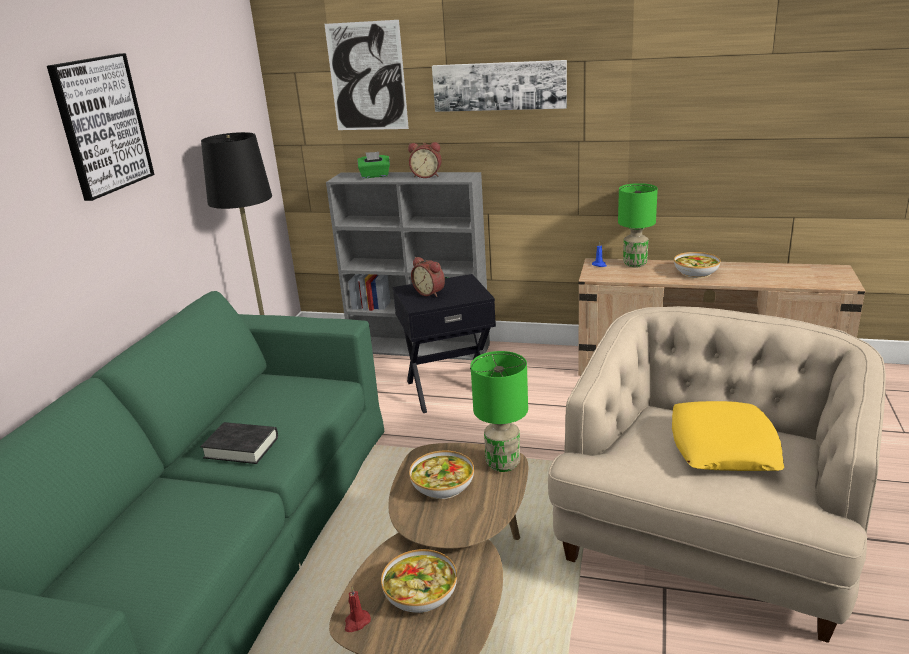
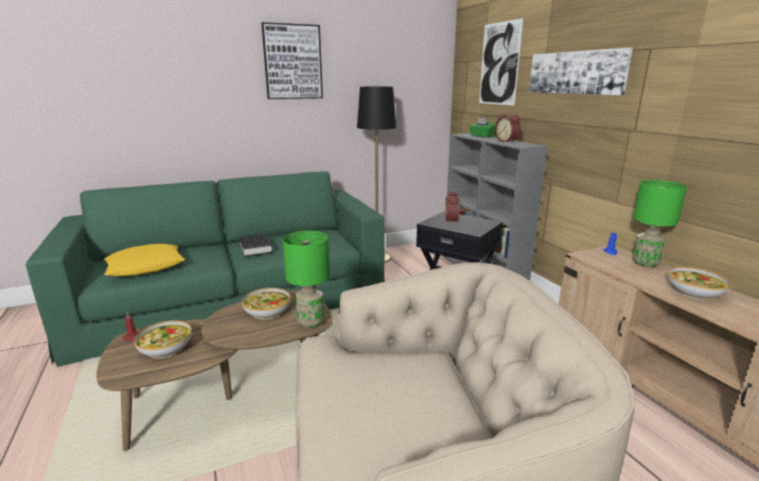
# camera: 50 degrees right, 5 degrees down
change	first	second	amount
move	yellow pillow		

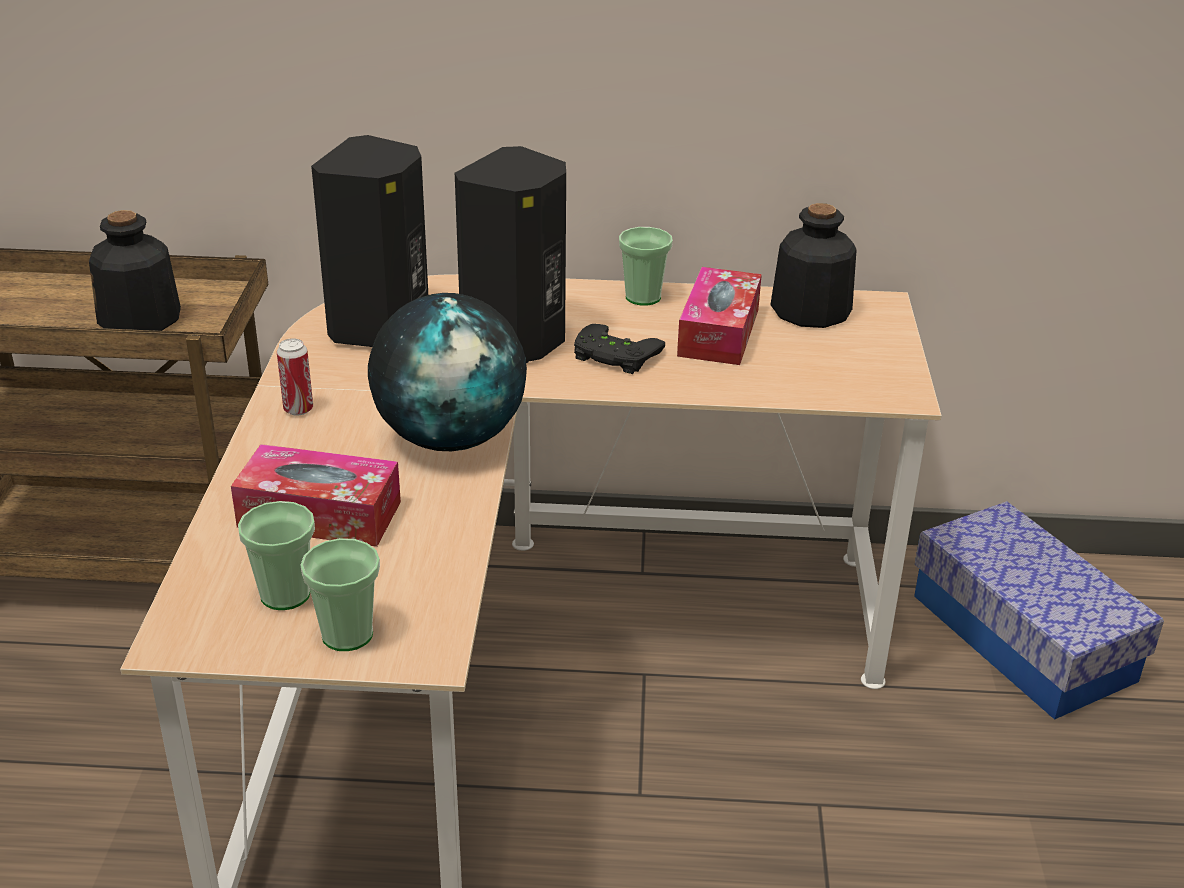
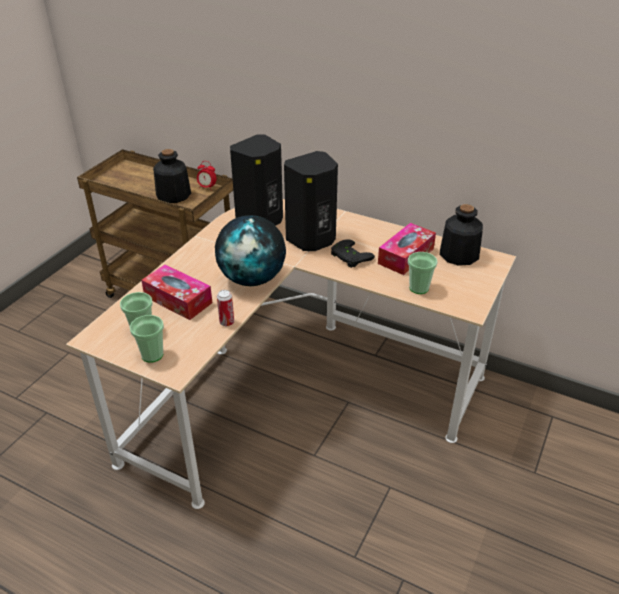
# camera: 25 degrees right, 5 degrees up
change	first	second	amount
move	can		
move	cup (3rd from left)		
delete	storage box		
insert		alarm clock	

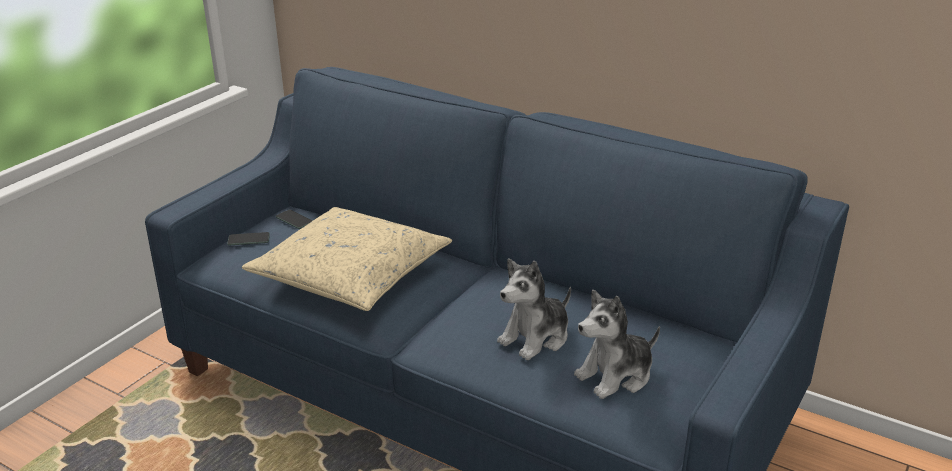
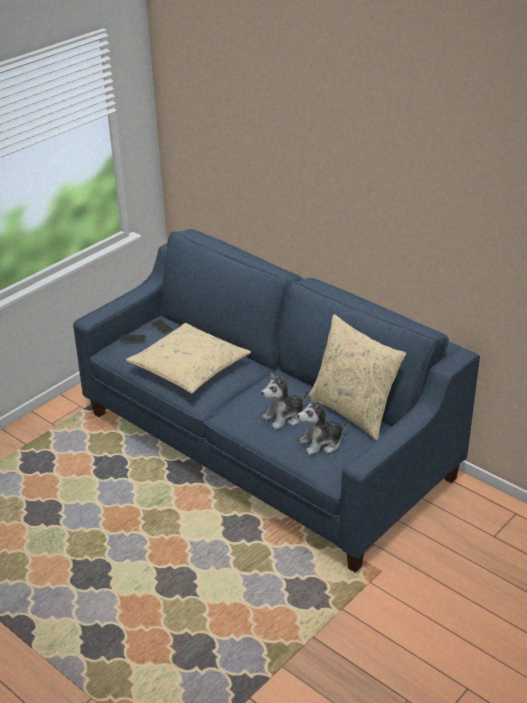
# camera: 10 degrees right, 5 degrees up
change	first	second	amount
insert		beige pillow (2nd from left)	

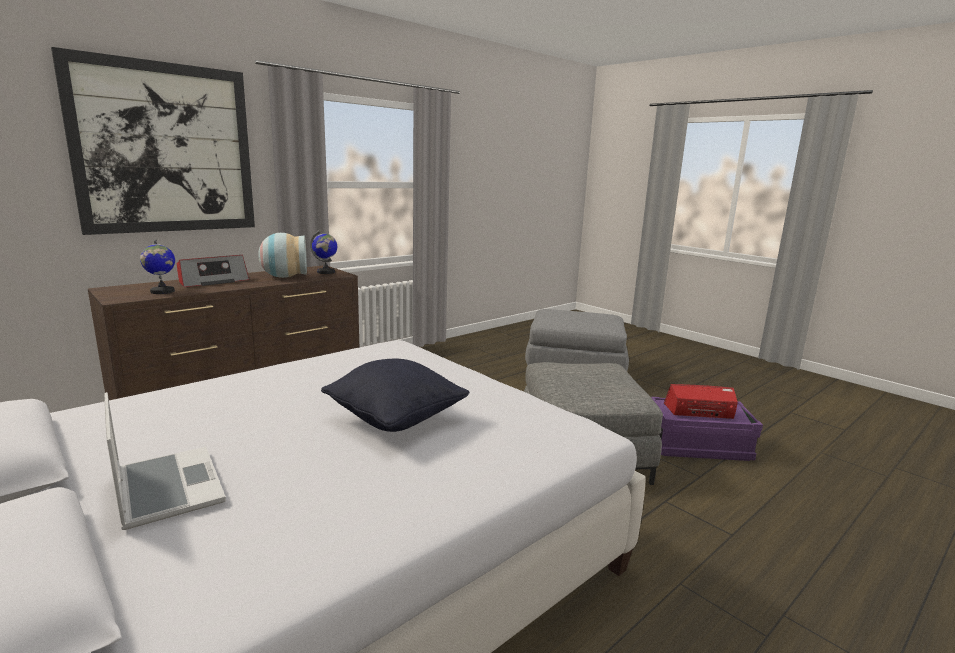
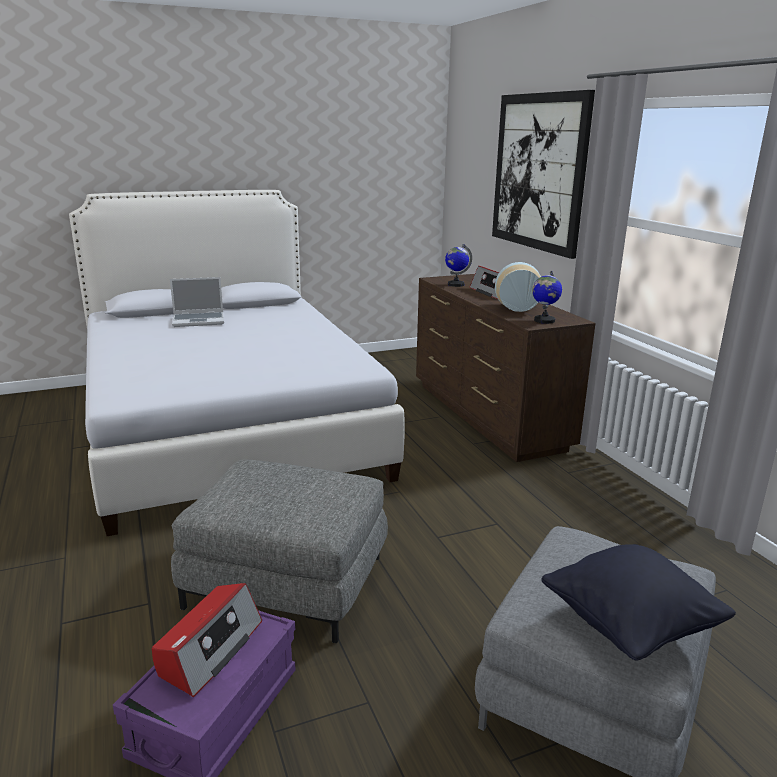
# camera: 110 degrees right, 5 degrees up
change	first	second	amount
move	black pillow		

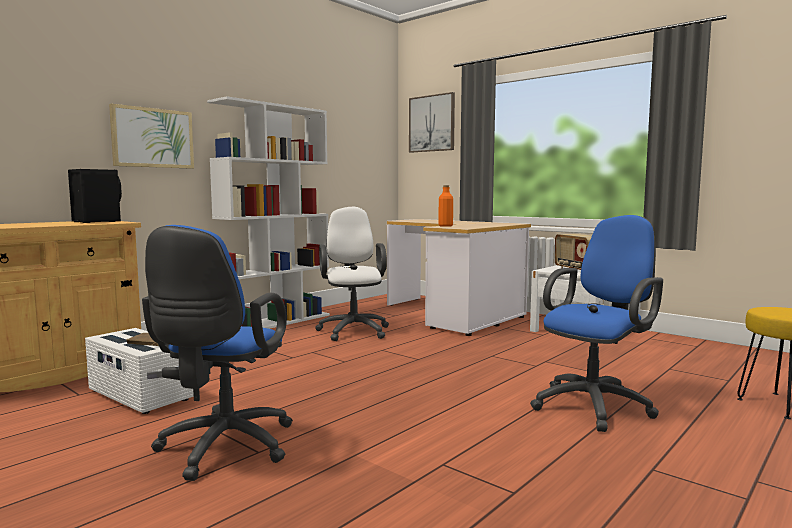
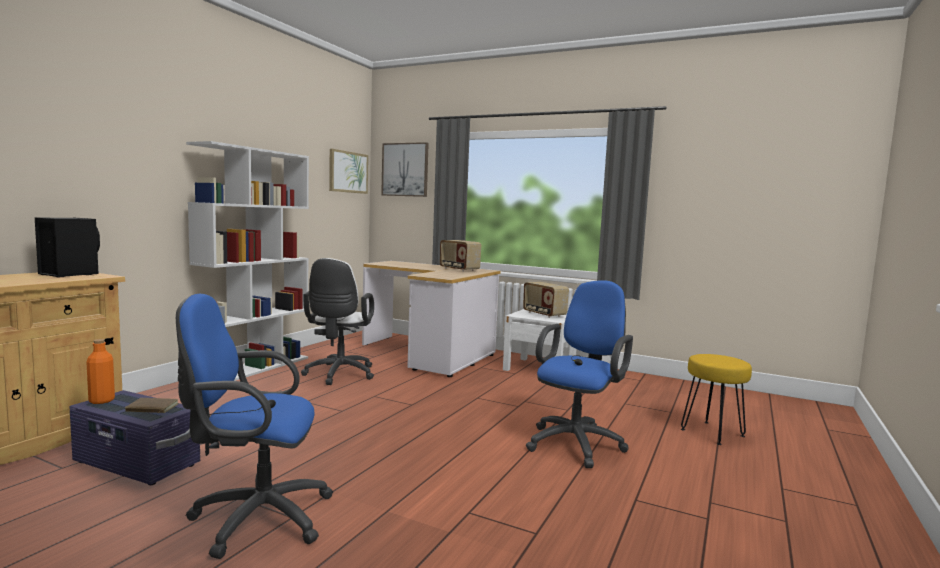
# camera: 15 degrees left, 0 degrees up
change	first	second	amount
recolor	white storage box	purple storage box	
move	picture (1st from left)		
rotate	blue office chair (1st from left)		90 degrees clockwise
rotate	white office chair		150 degrees counterclockwise
move	orange bottle		
insert		radio (1st from left)	

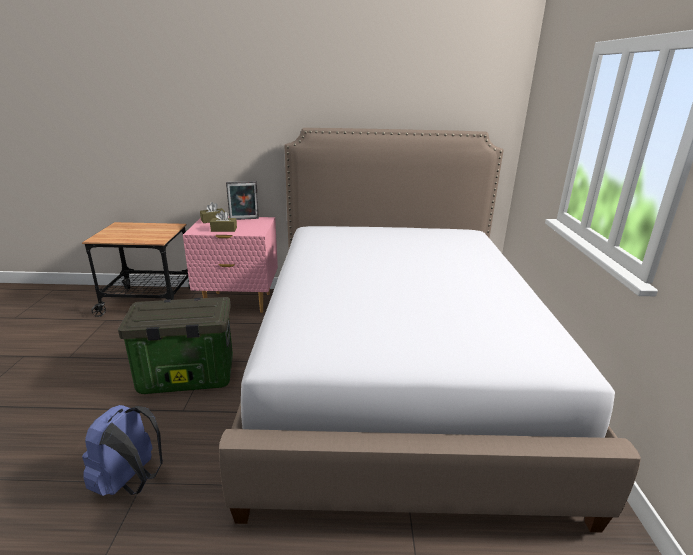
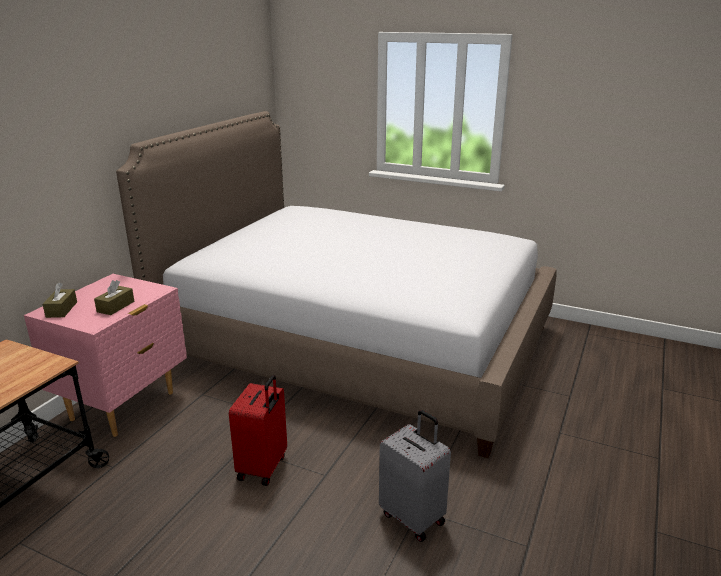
# camera: 65 degrees left, 0 degrees up
change	first	second	amount
replace	blue backpack	grey suitcase	
replace	storage box	red suitcase	
delete	picture frame		

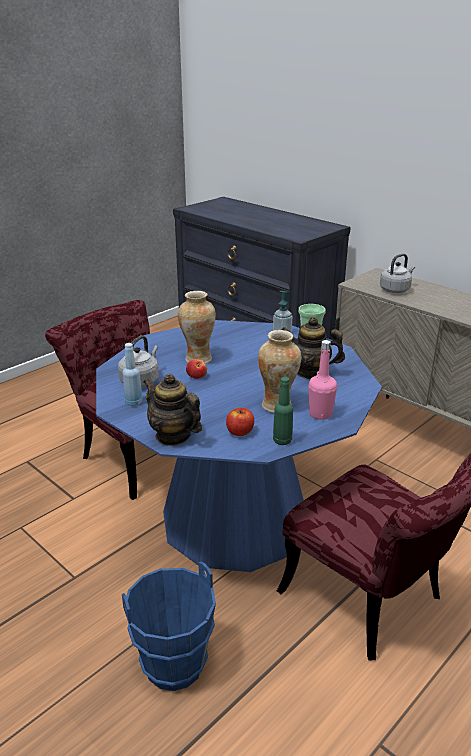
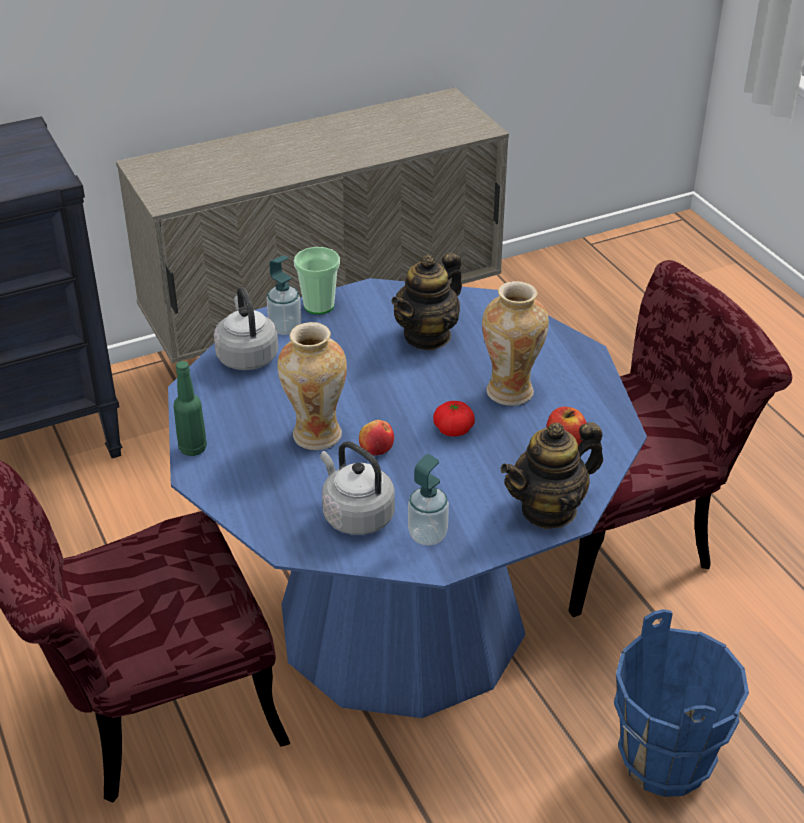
# camera: 70 degrees left, 10 degrees up
change	first	second	amount
replace	blue bottle	soap dispenser (2nd from left)	
move	green bottle		
delete	pink bottle		
move	grey kettle (2nd from left in the first image)	grey kettle (1st from left)	
insert		tomato	

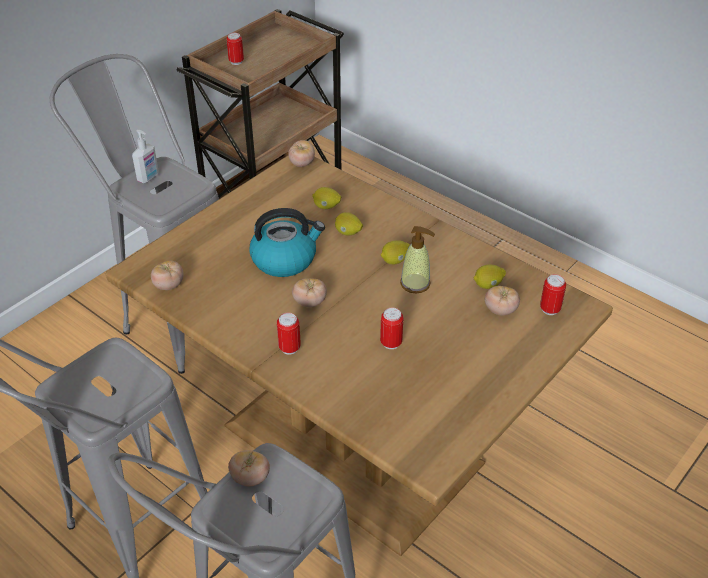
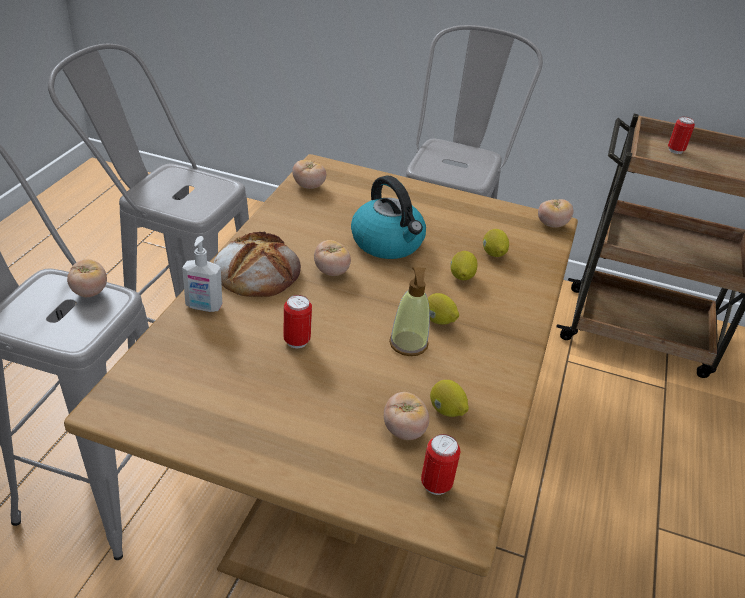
# camera: 65 degrees right, 5 degrees down
change	first	second	amount
move	soap dispenser (1st from left)		
replace	can (2nd from left)	bread	

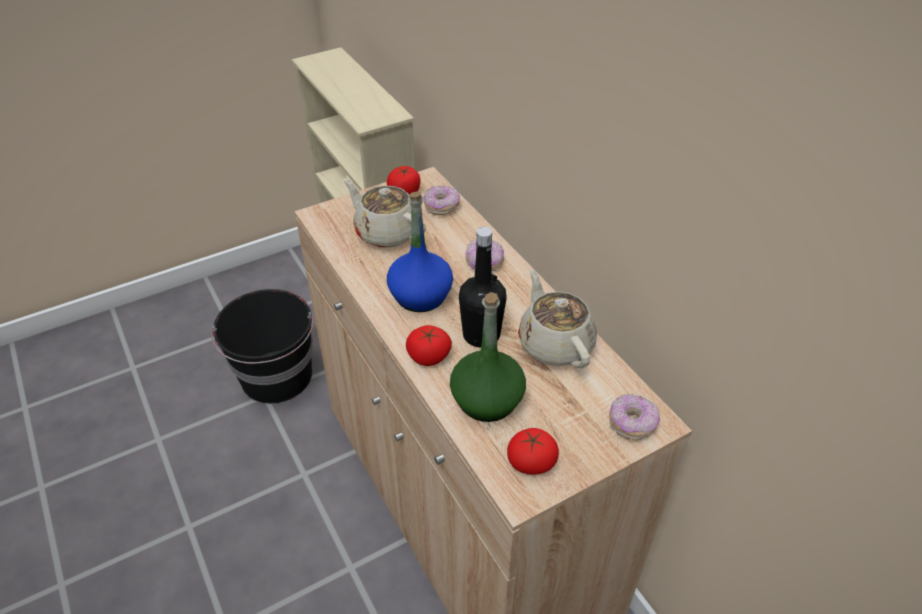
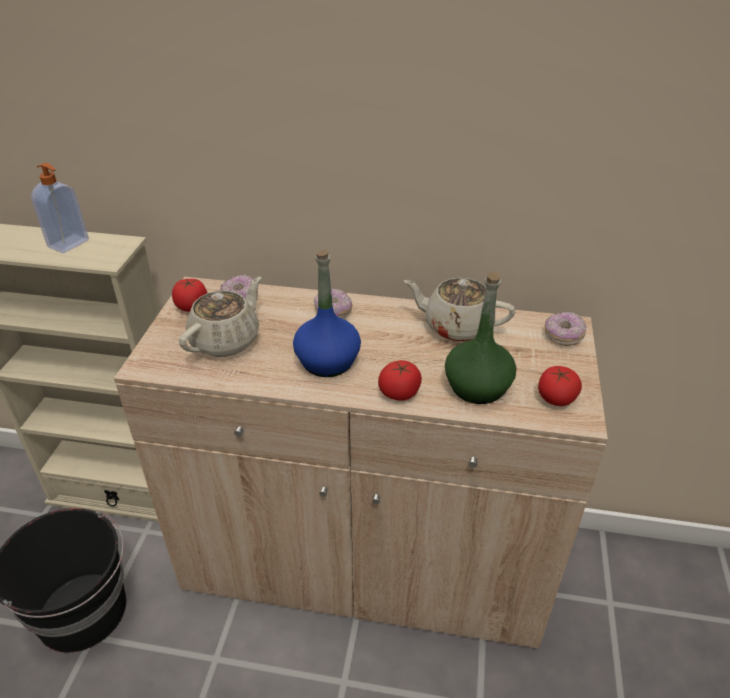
# camera: 50 degrees left, 5 degrees down
change	first	second	amount
rotate	beige teapot (1st from left)		135 degrees clockwise
delete	black bottle		
insert		soap dispenser	

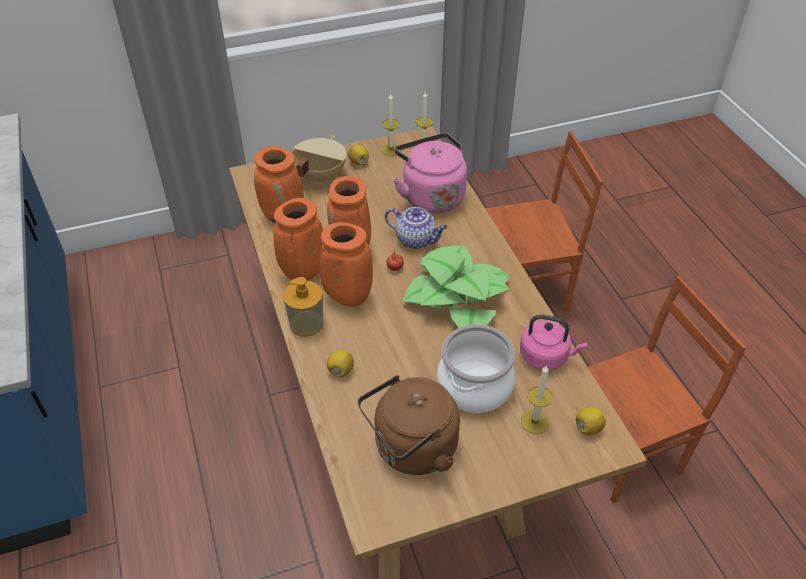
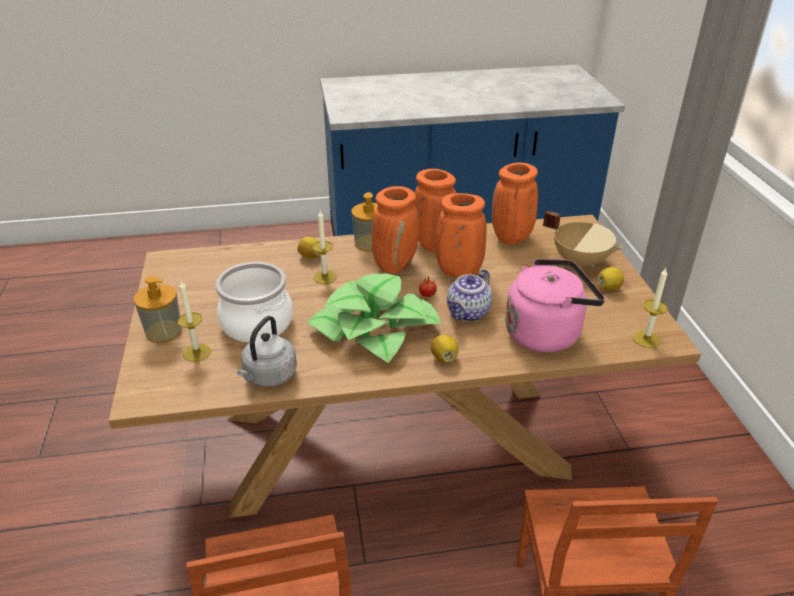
# camera: 100 degrees right, 10 degrees down
change	first	second	amount
delete	brown kettle		
move	candle (1st from left in the first image)	candle (2nd from left)	
recolor	pink kettle (2nd from left)	grey kettle	
move	lemon (3rd from left in the first image)	lemon (2nd from left)	
insert		soap dispenser (1st from left)	

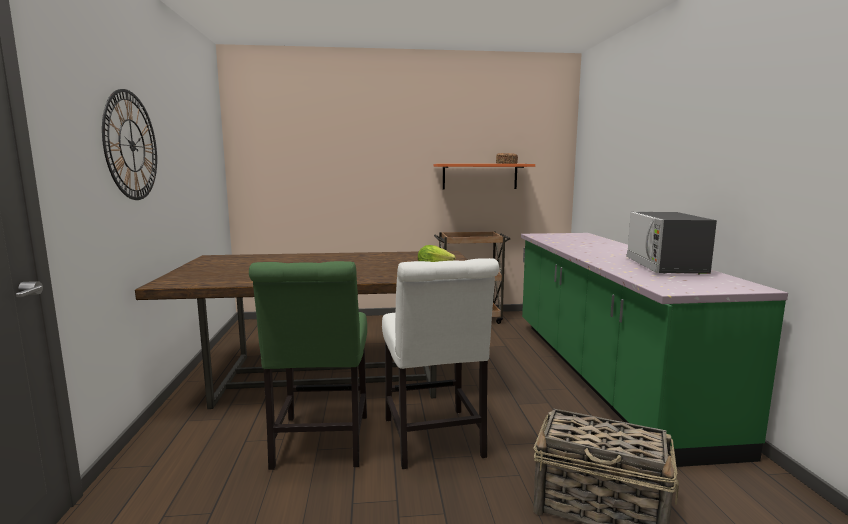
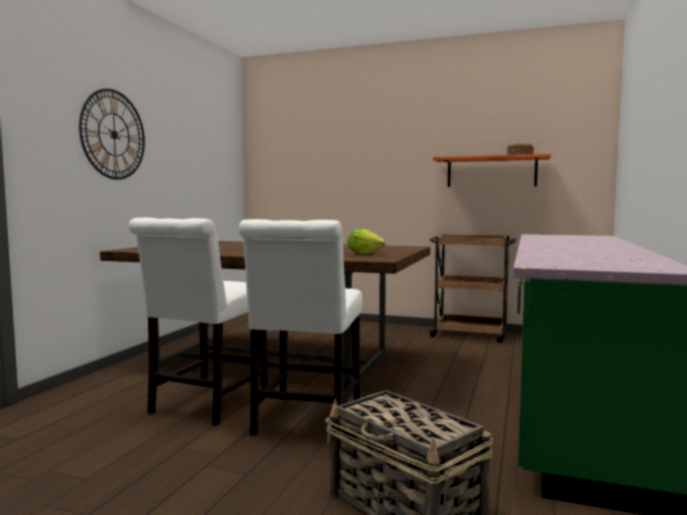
# camera: 25 degrees right, 5 degrees down
change	first	second	amount
recolor	green chair	white chair (1st from left)	
delete	microwave		

